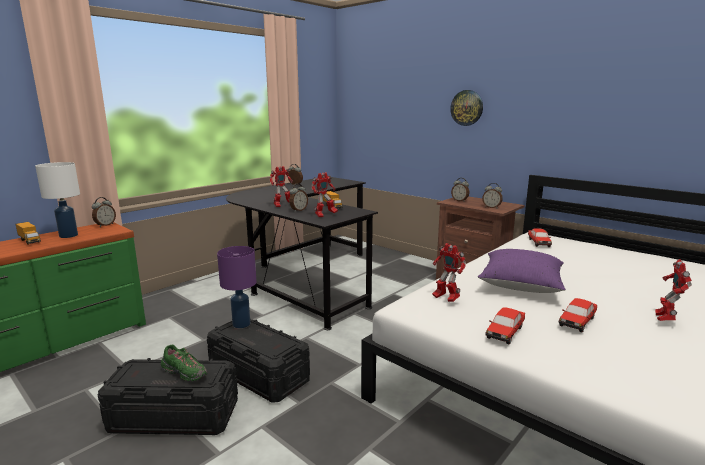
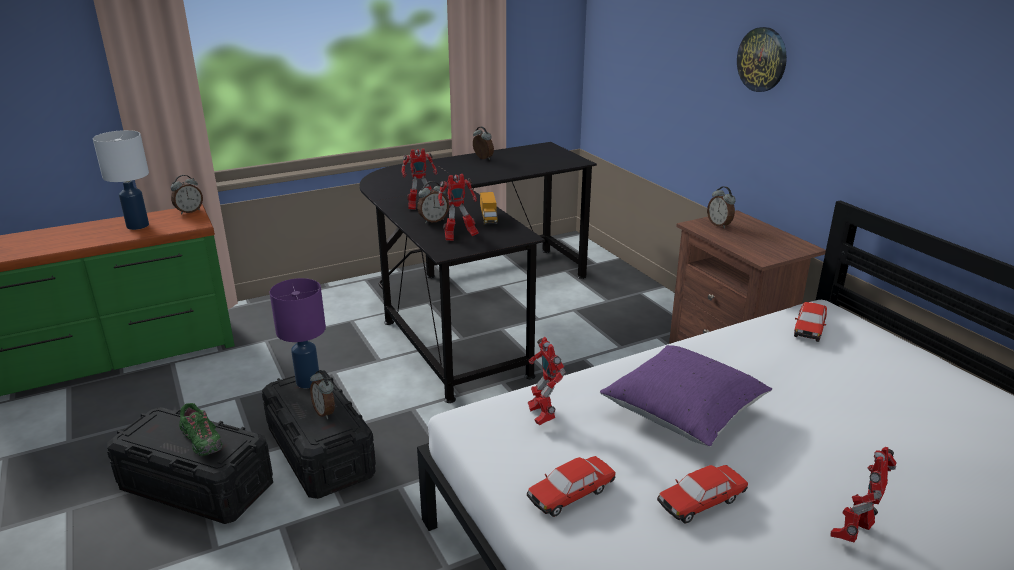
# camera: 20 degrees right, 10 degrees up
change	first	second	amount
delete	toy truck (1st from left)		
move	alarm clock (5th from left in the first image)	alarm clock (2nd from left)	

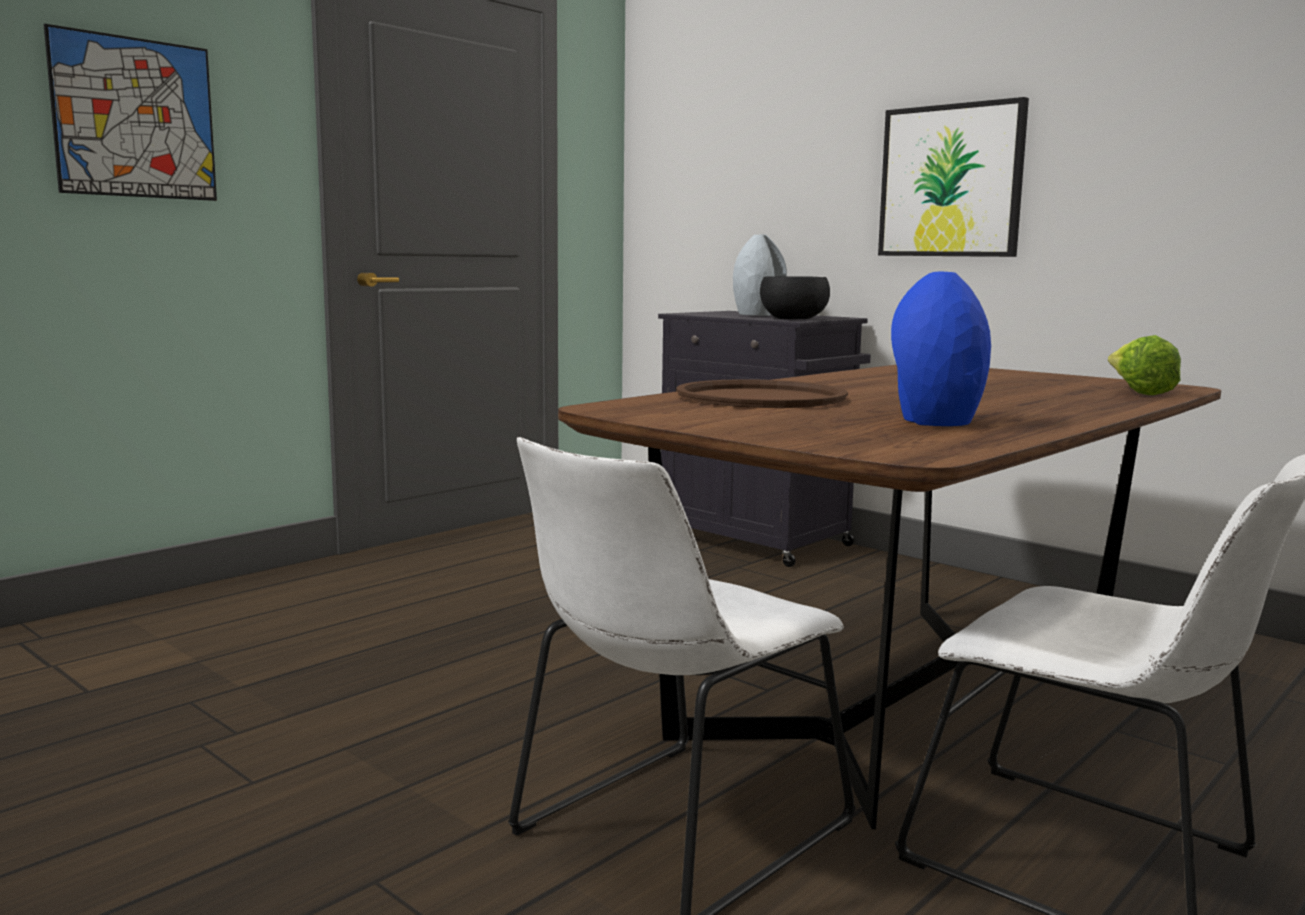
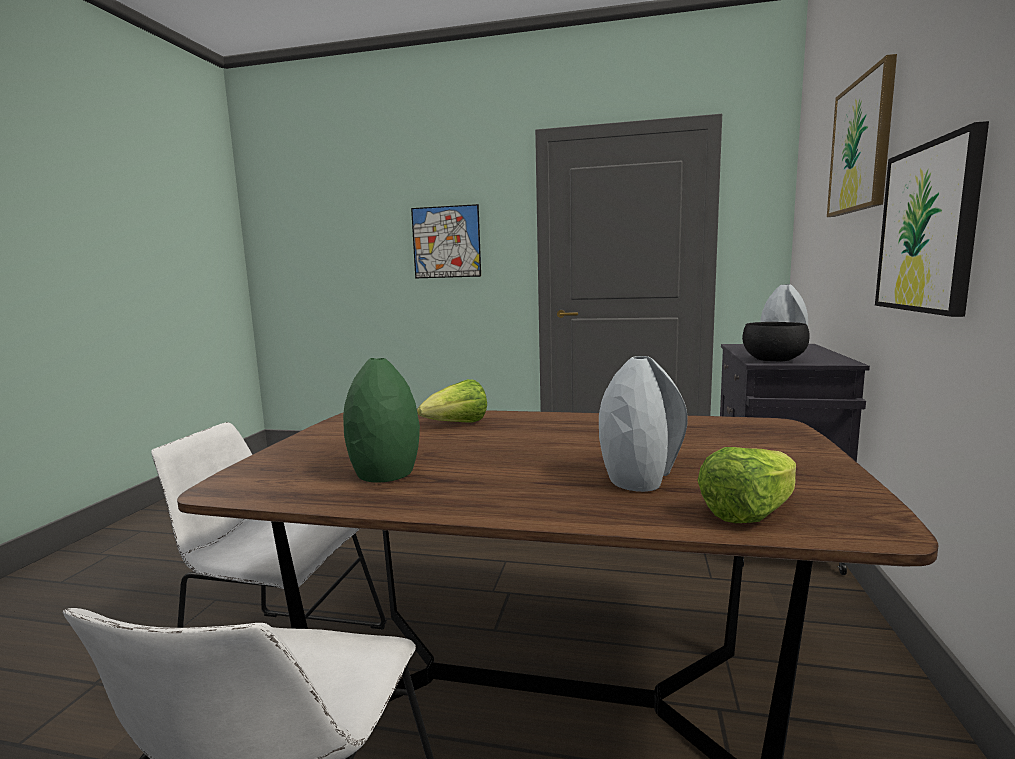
# camera: 60 degrees right, 0 degrees up
change	first	second	amount
replace	brown tray	lettuce (1st from left)	
recolor	blue vase	green vase	
insert		grey vase (1st from left)	
insert		picture (2nd from left)	

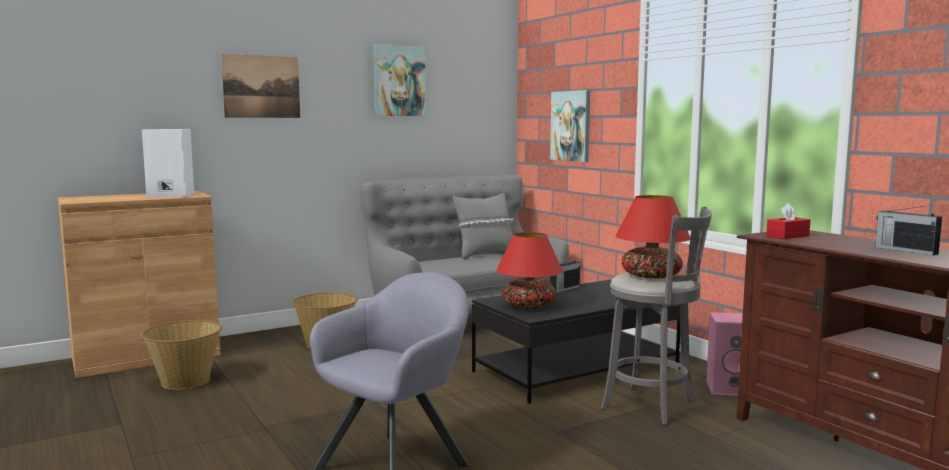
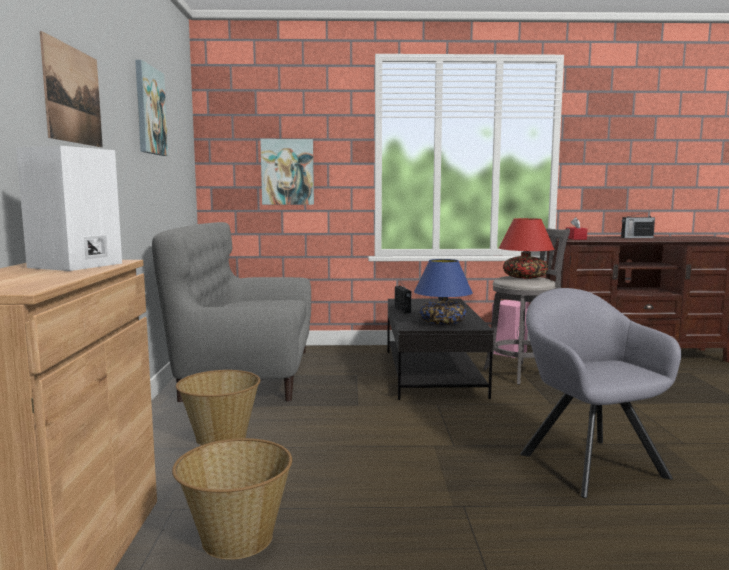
# camera: 60 degrees left, 0 degrees up
change	first	second	amount
delete	grey pillow		
recolor	red table lamp (1st from left)	blue table lamp	

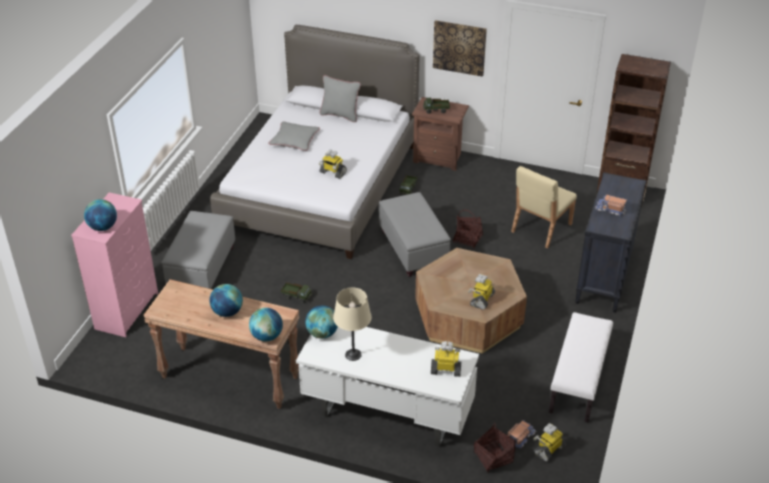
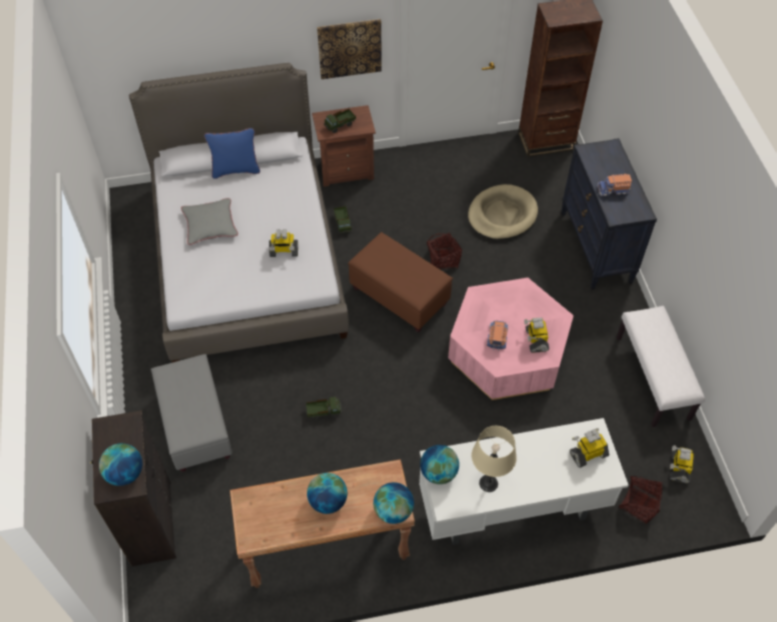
# camera: 30 degrees left, 15 degrees up
change	first	second	amount
recolor	pink dresser	black dresser (1st from left)	
recolor	grey pillow (2nd from left)	blue pillow	
recolor	grey ottoman (2nd from left)	brown ottoman	
recolor	brown coffee table	pink coffee table	
move	toy truck (4th from left)		
replace	beige chair	beige dog bed	

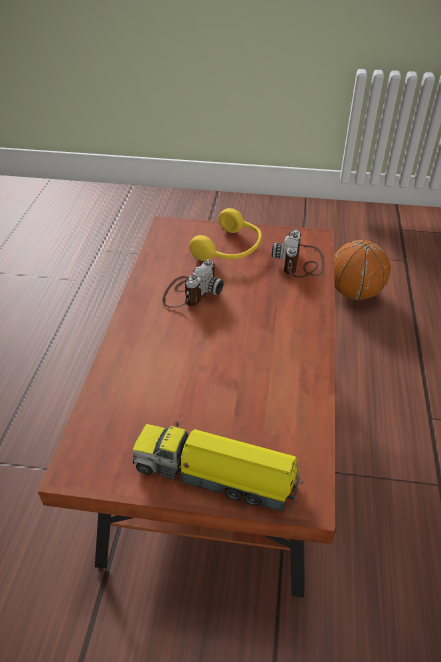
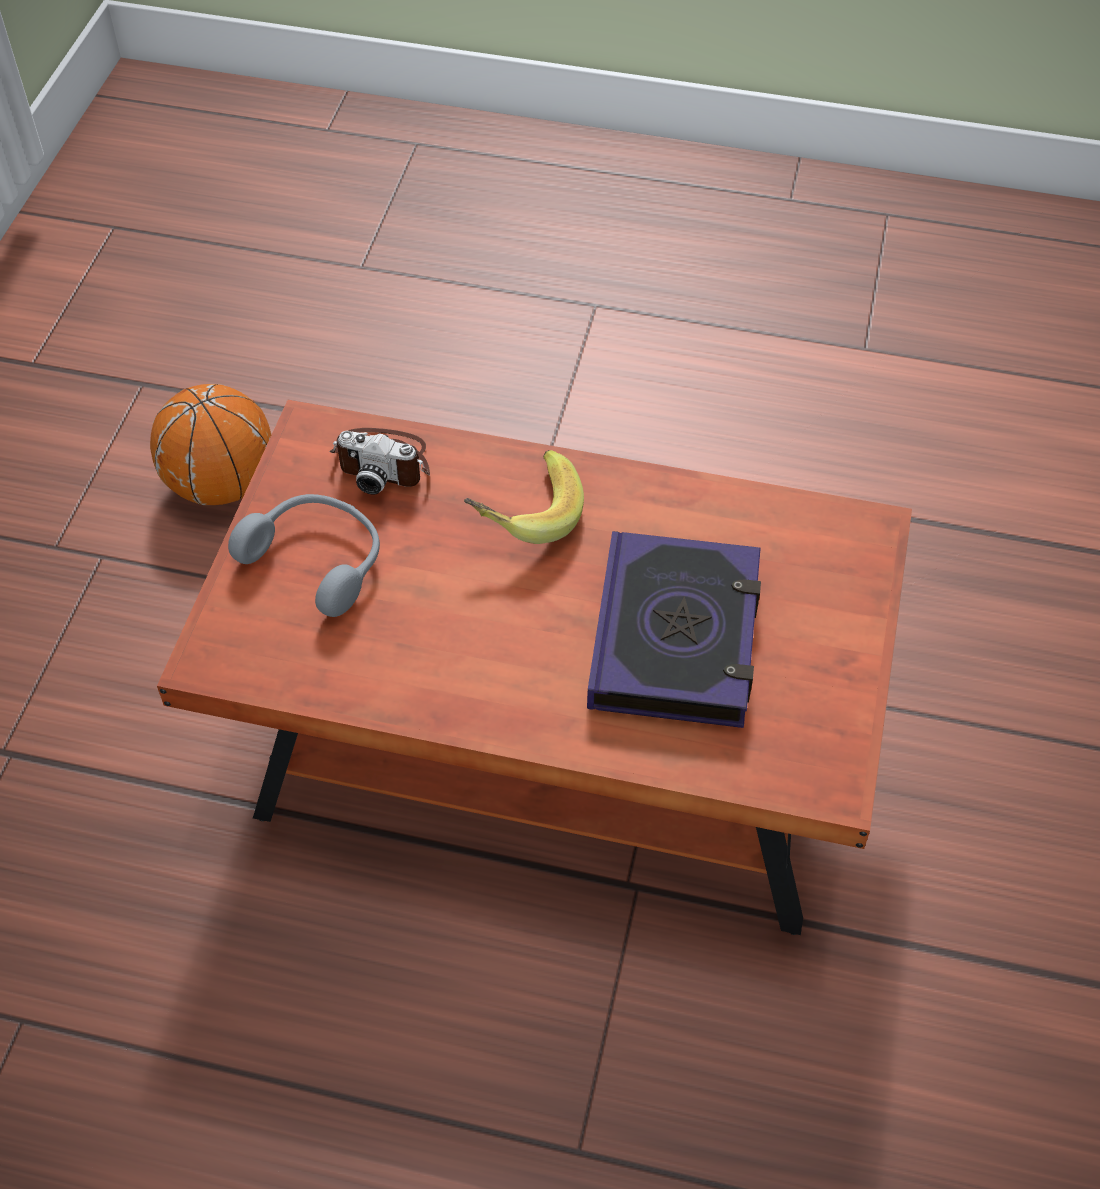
# camera: 85 degrees left, 10 degrees up
change	first	second	amount
delete	toy truck		
delete	photo camera (1st from left)		
recolor	yellow headphones	grey headphones	
insert		banana	
insert		book	

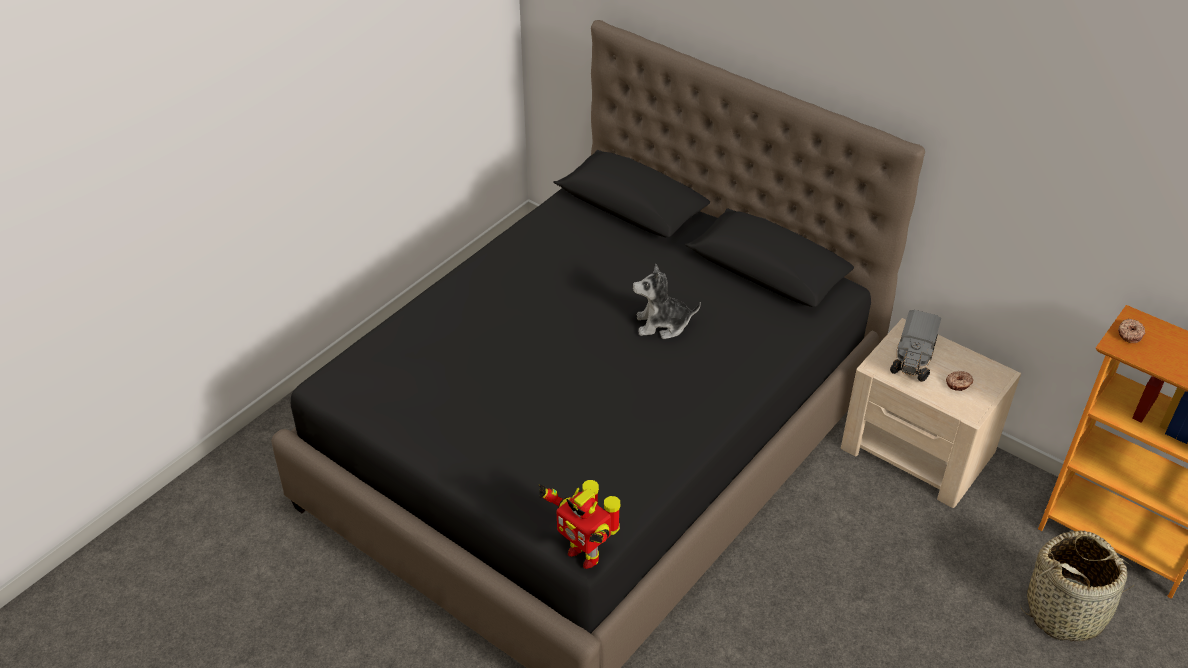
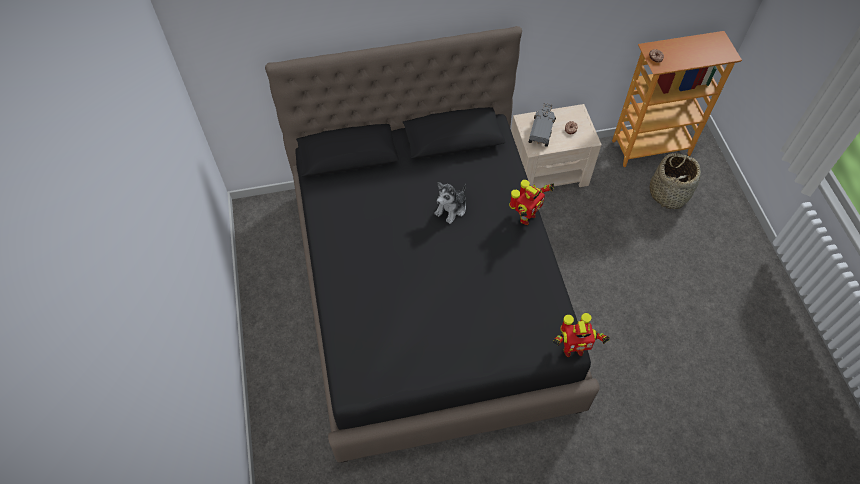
# camera: 50 degrees left, 15 degrees up
change	first	second	amount
rotate	toy truck		135 degrees counterclockwise
insert		toy robot (1st from left)	

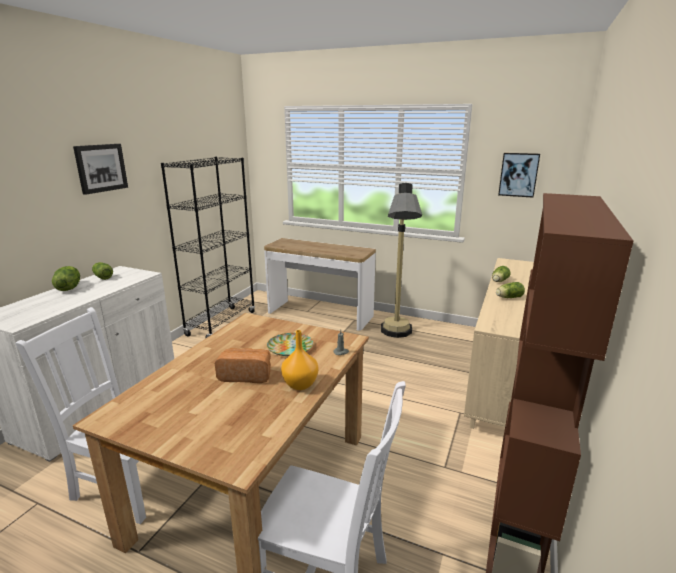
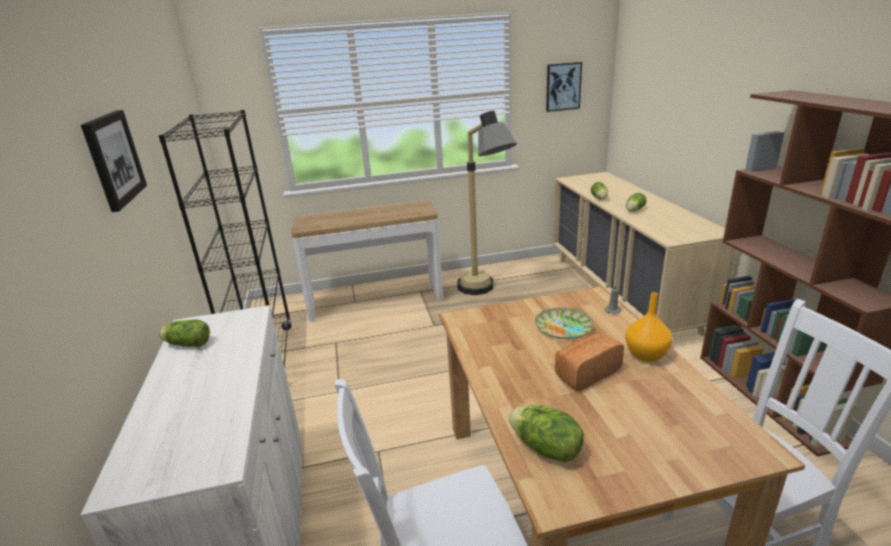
# camera: 35 degrees left, 5 degrees up
change	first	second	amount
move	lettuce (1st from left in the first image)	lettuce (2nd from left)	

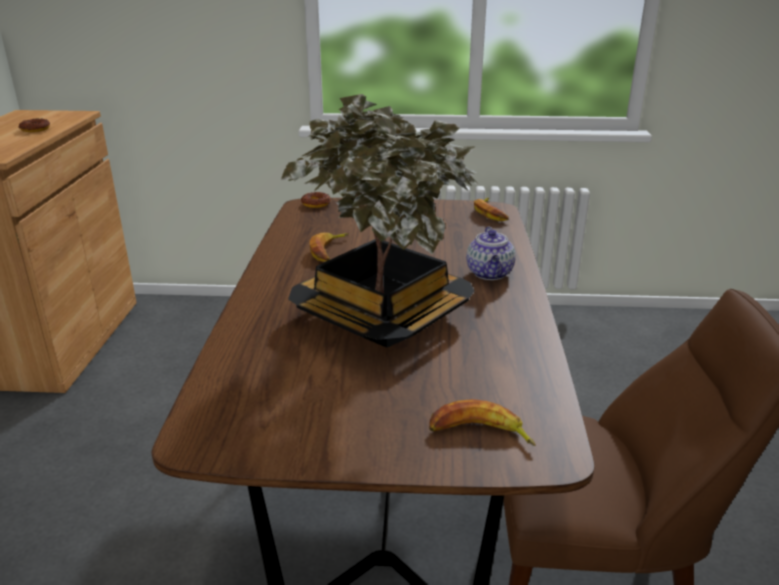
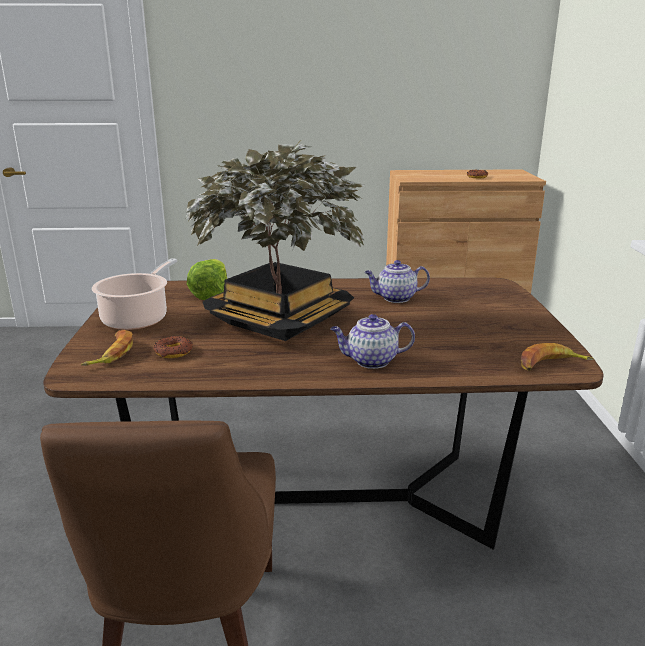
# camera: 85 degrees right, 5 degrees down
change	first	second	amount
move	donut (2nd from left in the first image)	donut (1st from left)	
replace	banana (1st from left)	teapot (2nd from left)	
insert		cooking pot	
insert		lettuce	

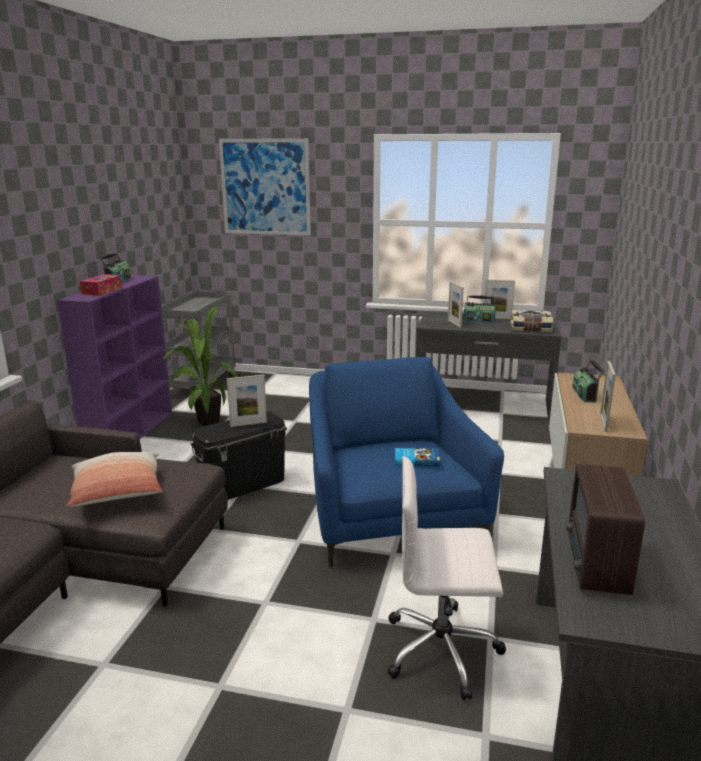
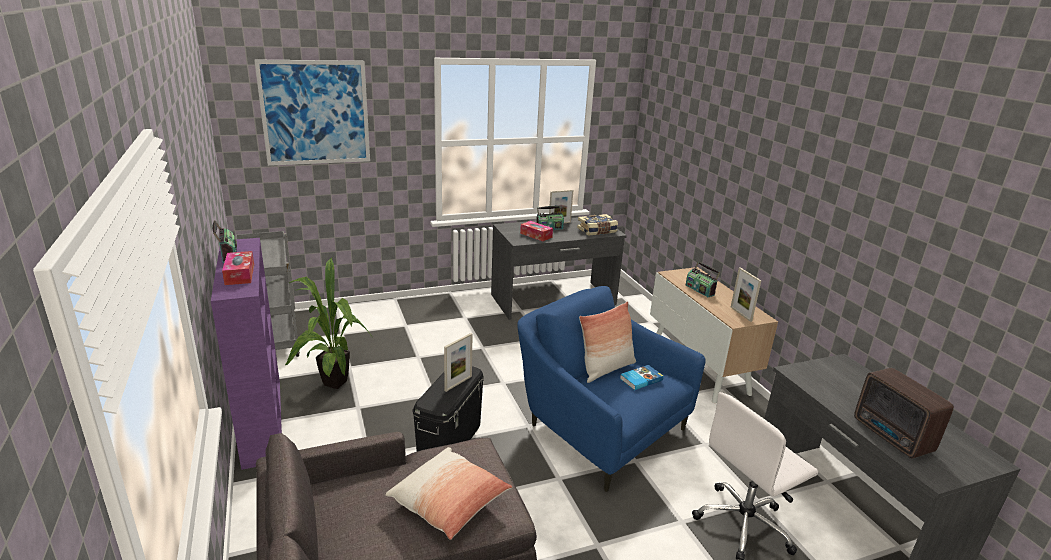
# camera: 35 degrees left, 5 degrees up
change	first	second	amount
replace	picture frame (2nd from left)	tissue box (2nd from left)	
insert		pillow (2nd from left)	

